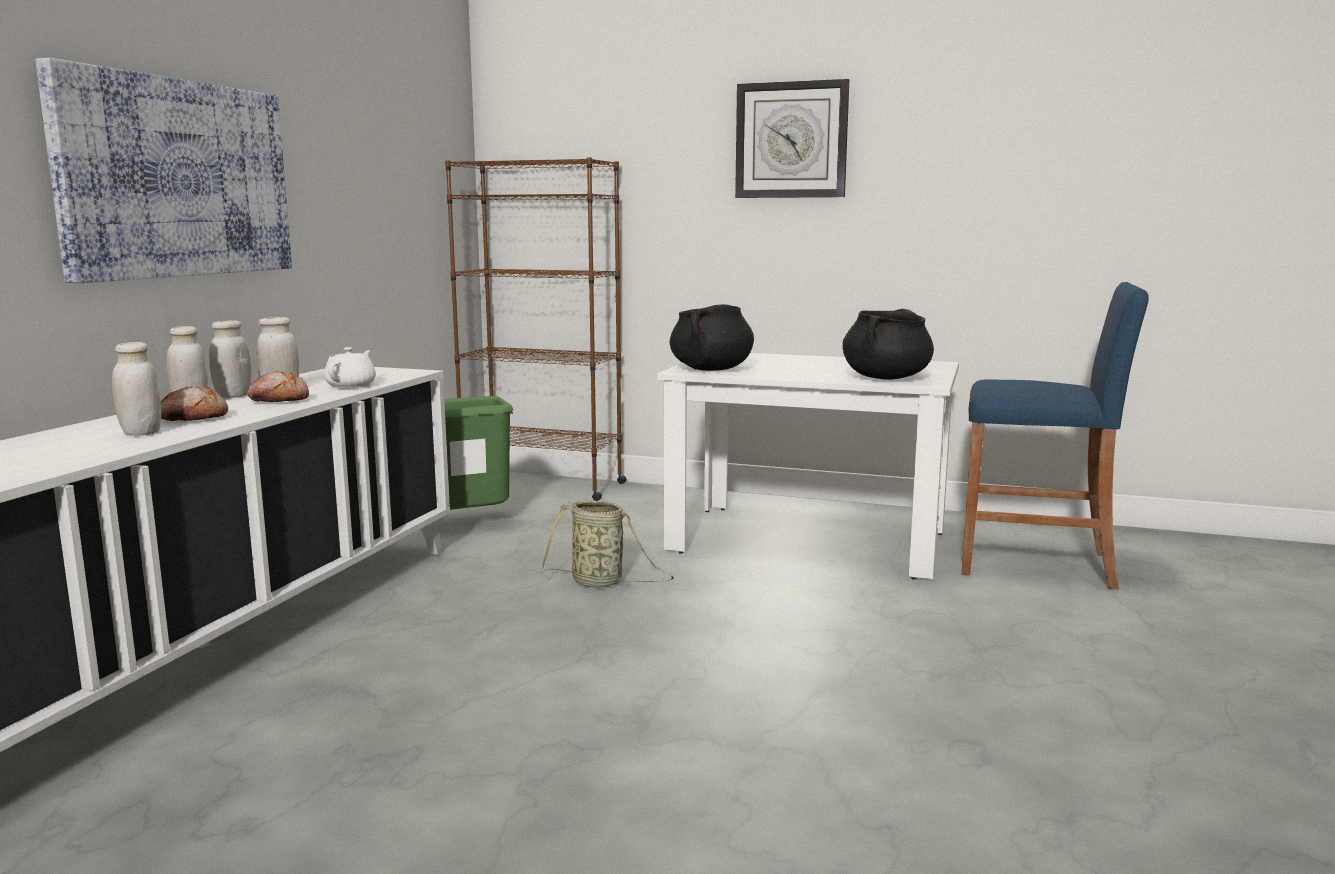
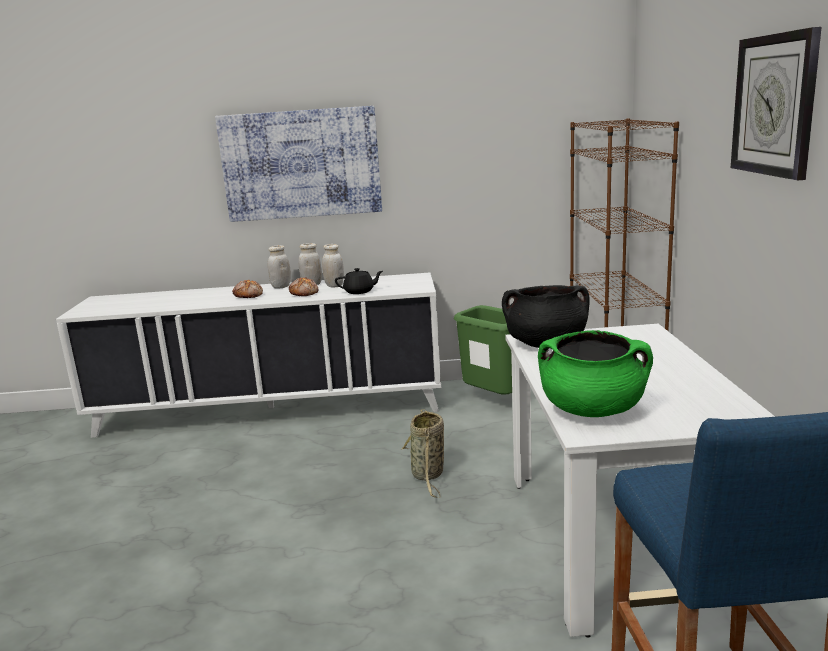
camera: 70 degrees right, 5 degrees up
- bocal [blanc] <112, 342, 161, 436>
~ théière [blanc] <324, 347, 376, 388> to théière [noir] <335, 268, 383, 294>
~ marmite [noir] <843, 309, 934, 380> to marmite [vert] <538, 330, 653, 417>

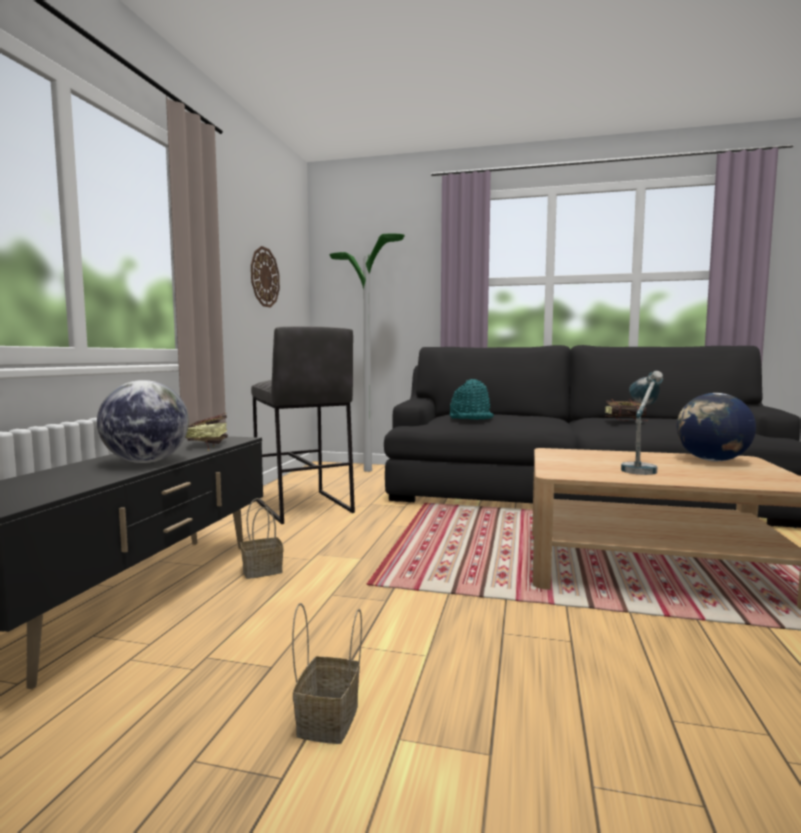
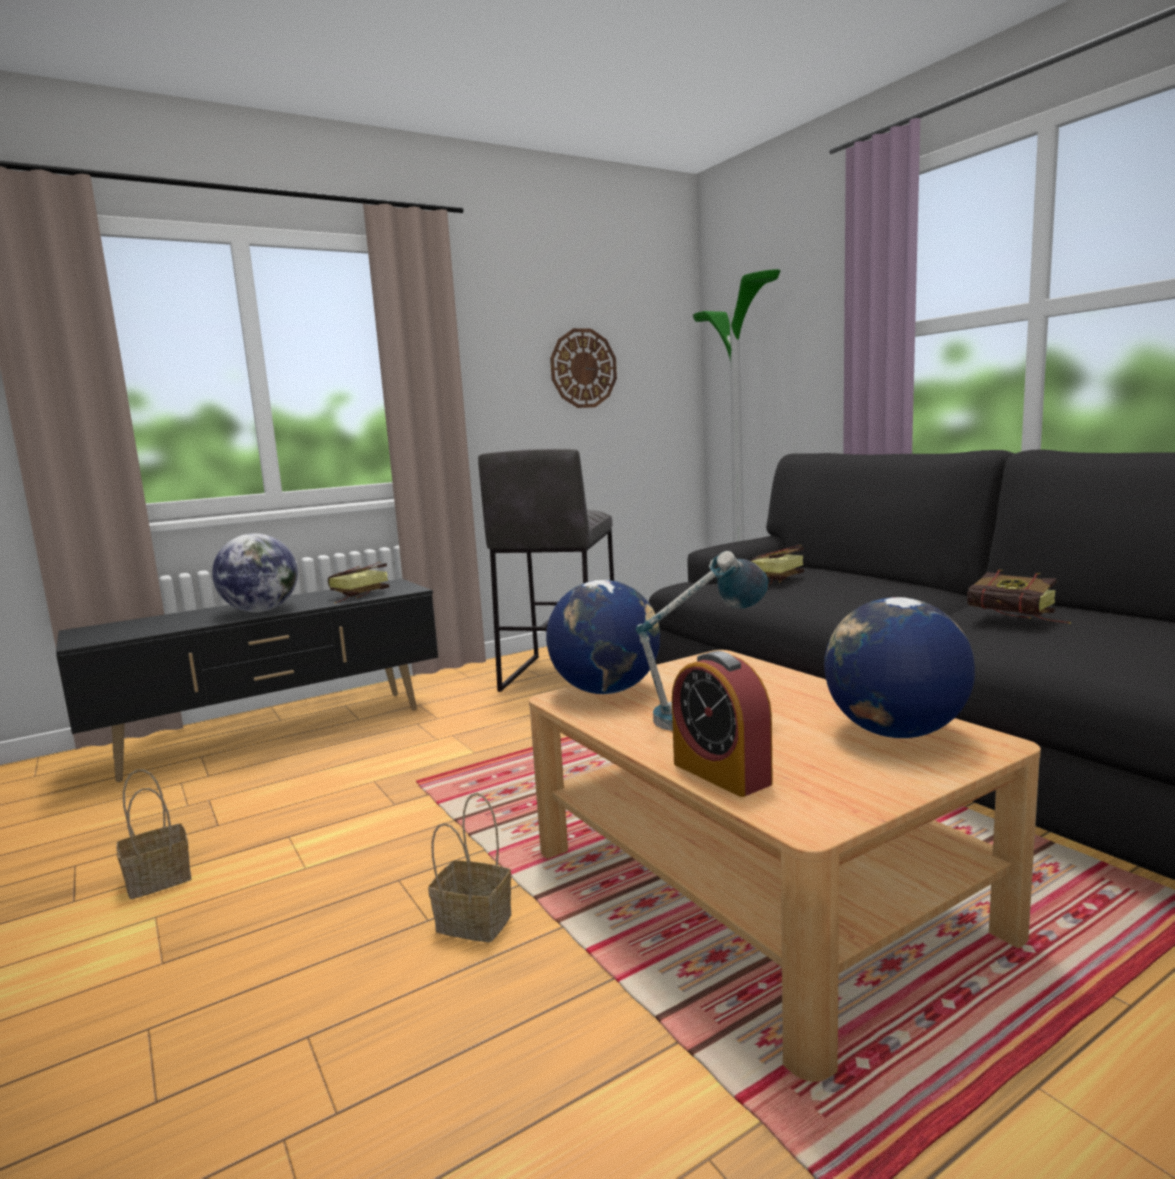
camera: 45 degrees right, 5 degrees up
+ globe <546, 580, 660, 694>
+ réveil <672, 651, 773, 797>
~ panier <241, 498, 283, 579> to <428, 793, 511, 942>
~ chapeau [turquoise] <450, 379, 494, 420> to livre <749, 545, 804, 586>

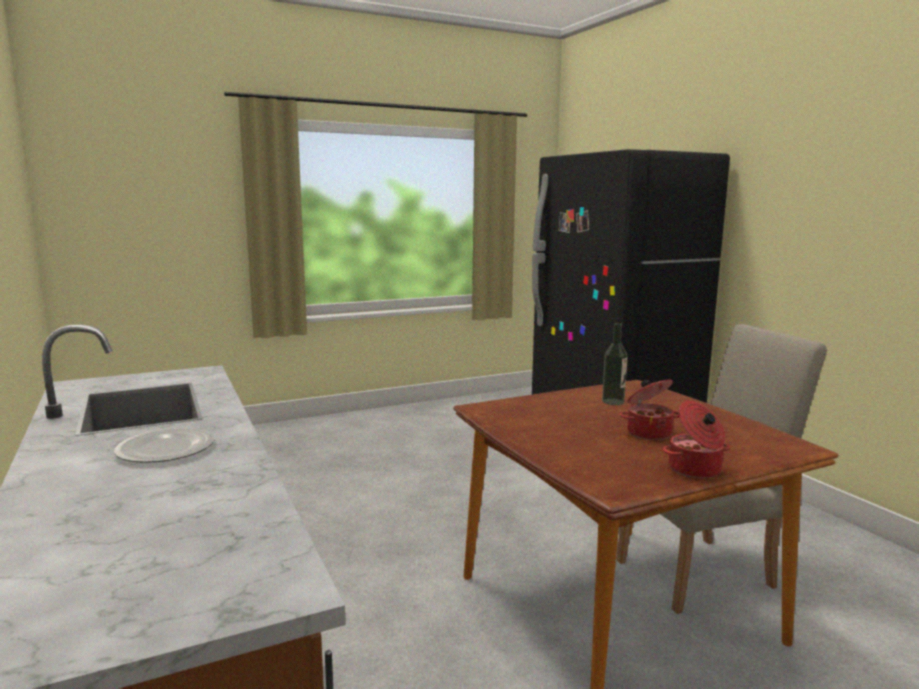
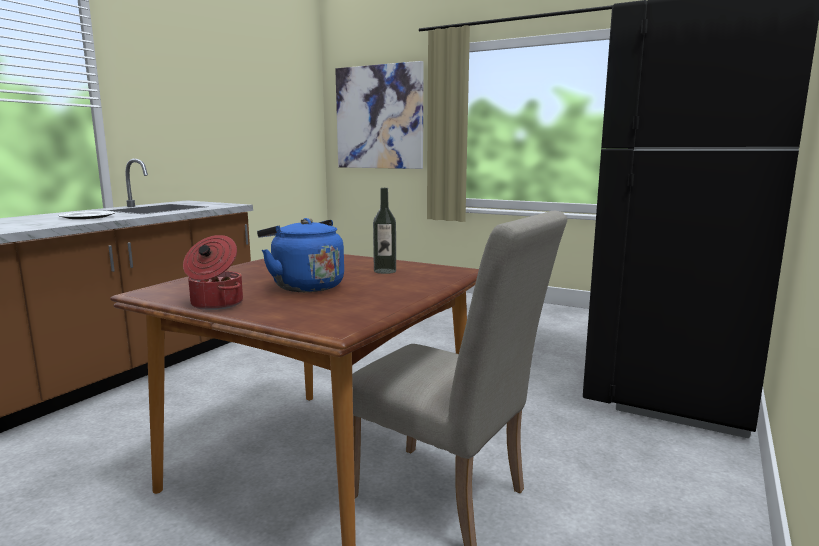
camera: 55 degrees right, 0 degrees up
+ tableau <335, 61, 424, 169>
~ marmite <620, 380, 679, 440> to bouilloire [bleu] <257, 218, 344, 292>

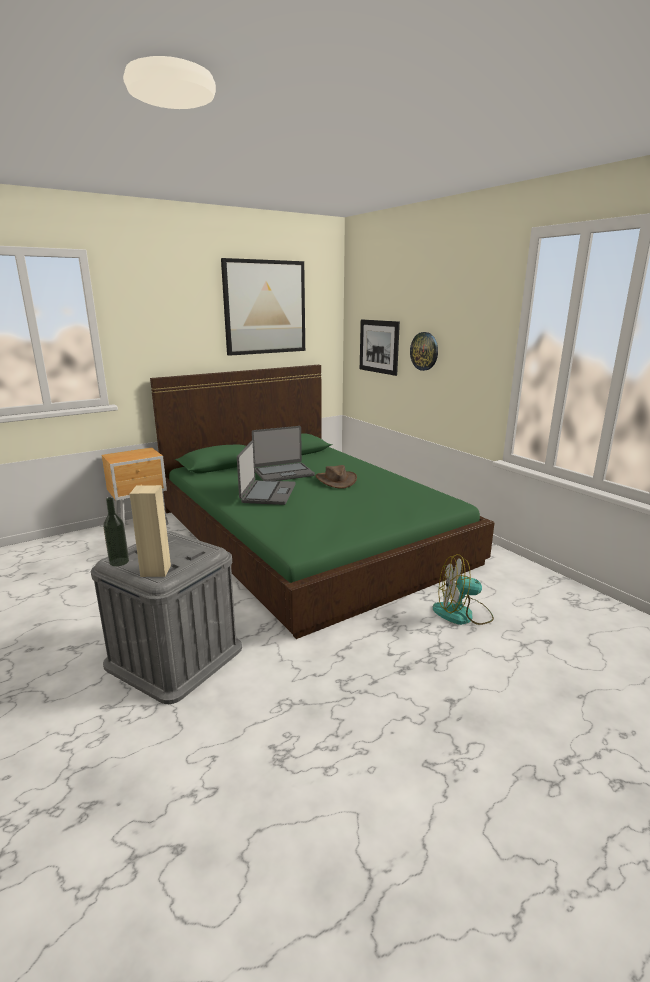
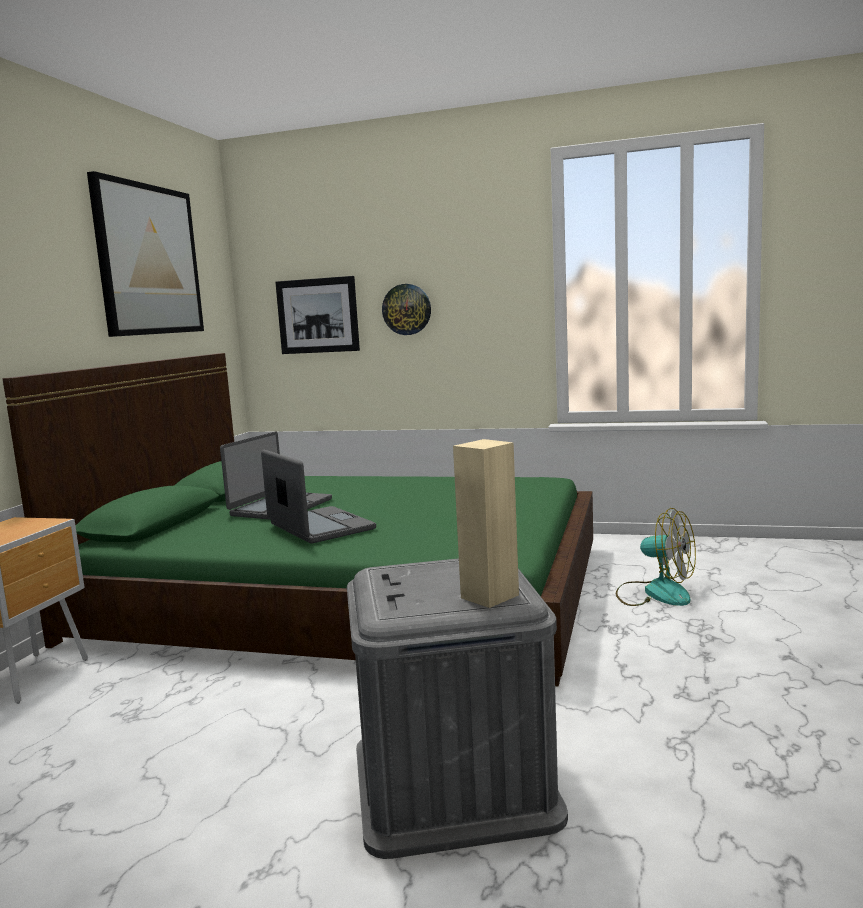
camera: 40 degrees left, 10 degrees down
- bouteille <103, 497, 129, 566>
- chapeau [marron] <316, 465, 357, 489>
~ ventilateur <433, 554, 494, 625> = <616, 508, 696, 606> 105 degrees counterclockwise

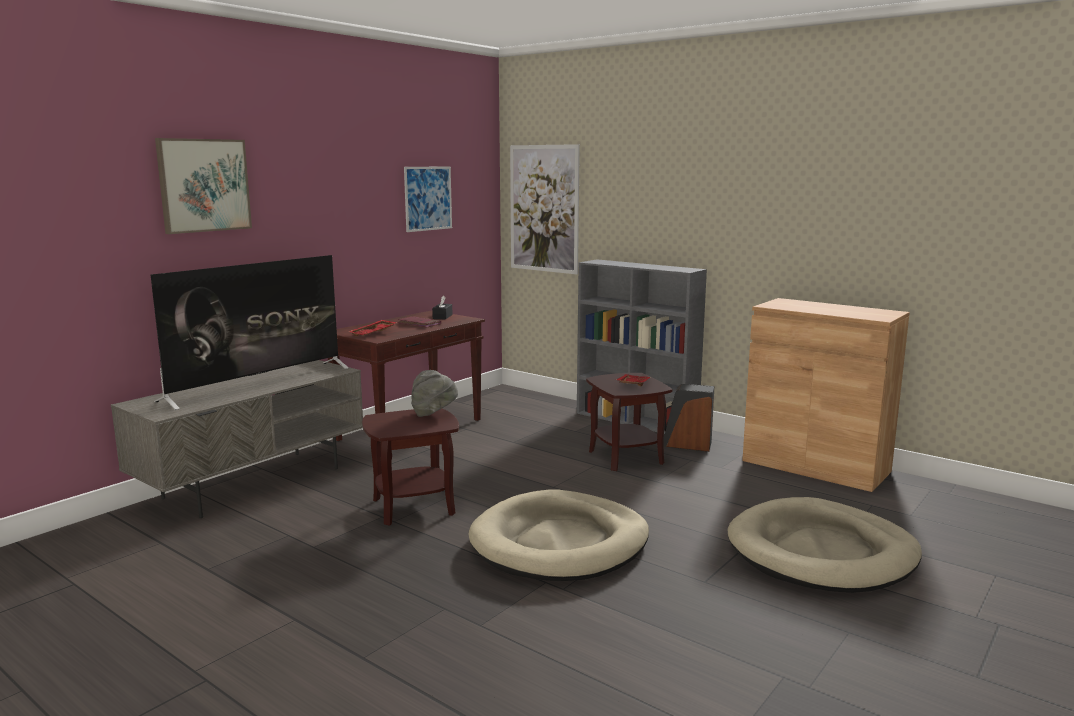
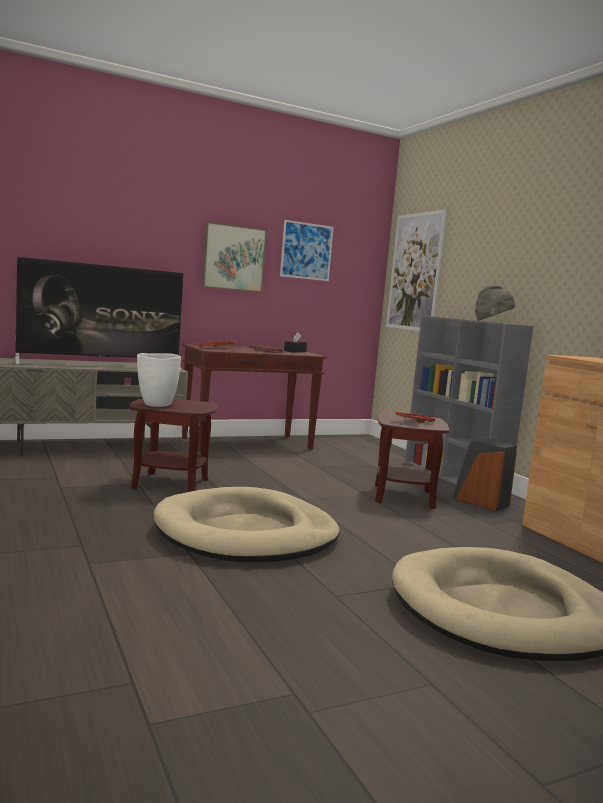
camera: 25 degrees right, 5 degrees down
+ vase [blanc] <137, 353, 181, 407>
~ tableau <155, 138, 252, 234> to <201, 221, 267, 293>
~ chapeau [gris] <411, 370, 458, 417> to <475, 285, 515, 321>

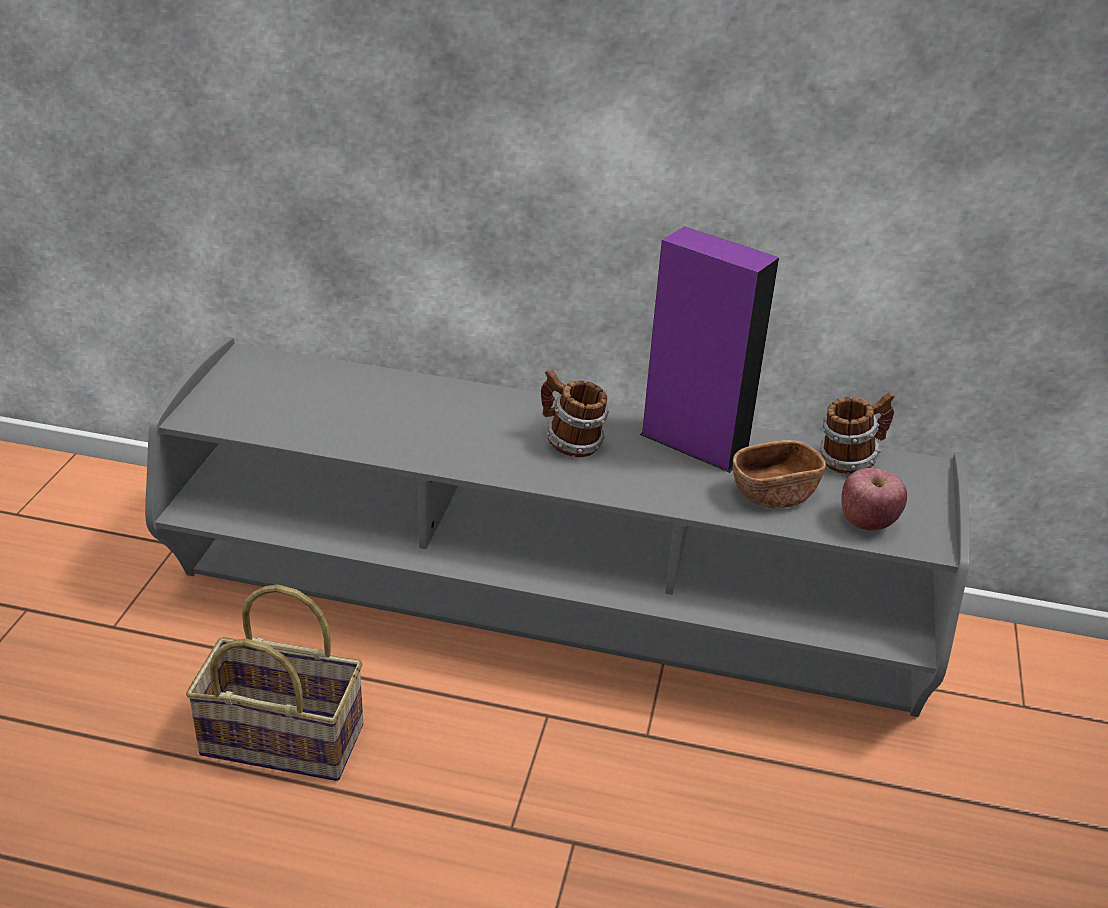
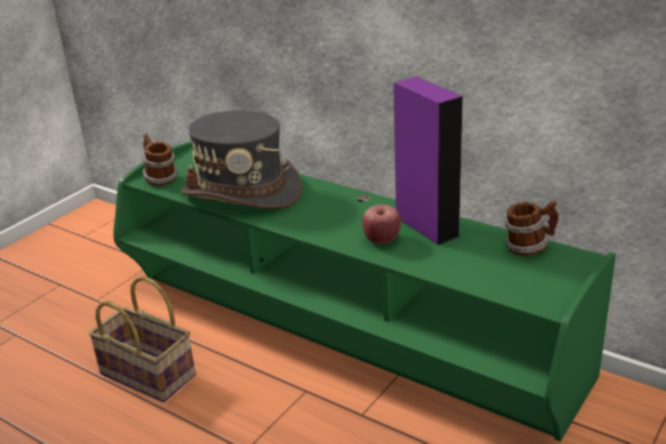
camera: 25 degrees right, 5 degrees down
- bol [marron] <733, 440, 826, 508>
+ chapeau [gris] <181, 110, 302, 209>
~ mug <541, 369, 609, 457> to <142, 134, 178, 186>
~ pomme <841, 468, 907, 531> to <362, 205, 401, 244>
~ meuble télé [gris] <145, 337, 970, 717> to meuble télé [vert] <113, 142, 616, 441>

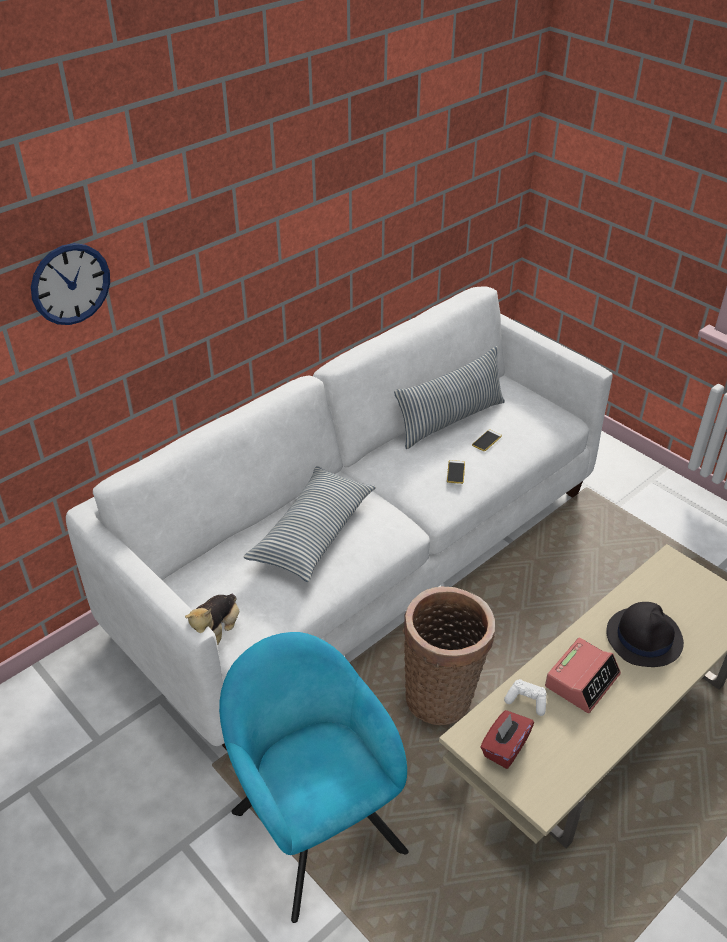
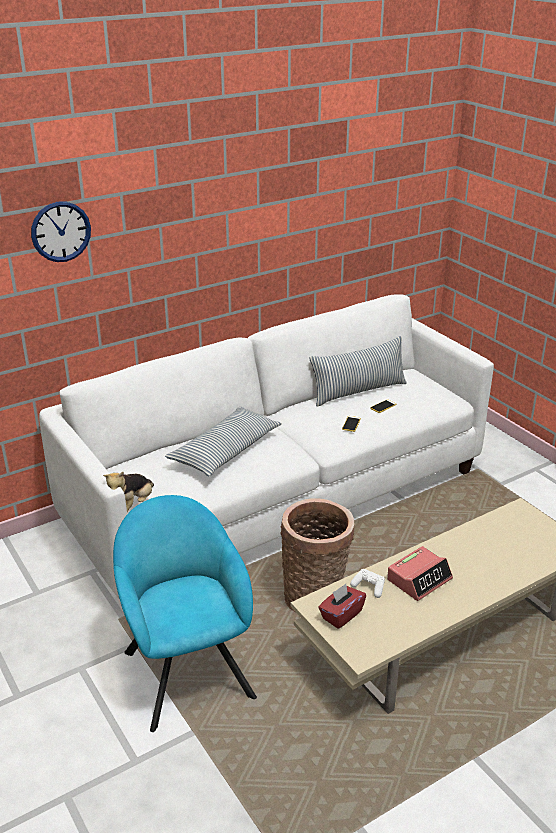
camera: 10 degrees right, 10 degrees down
- chapeau [noir] <606, 602, 684, 667>

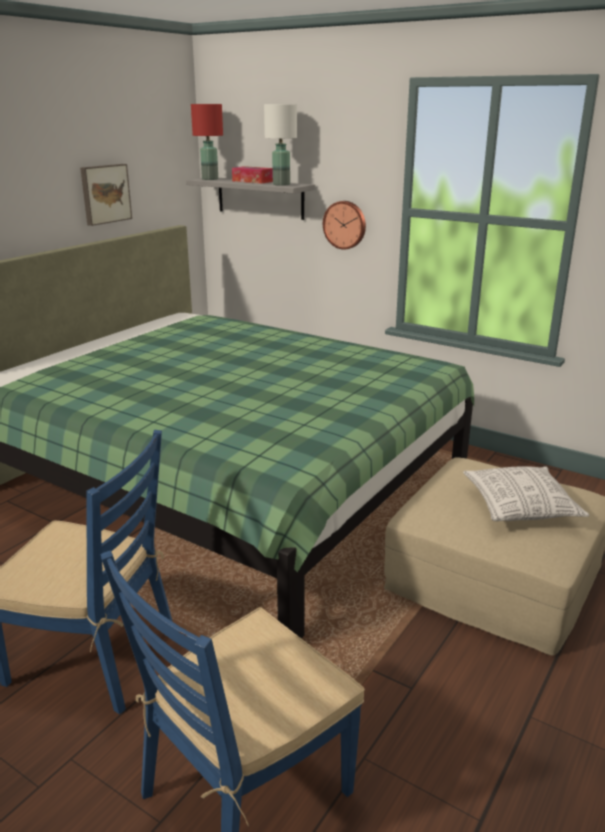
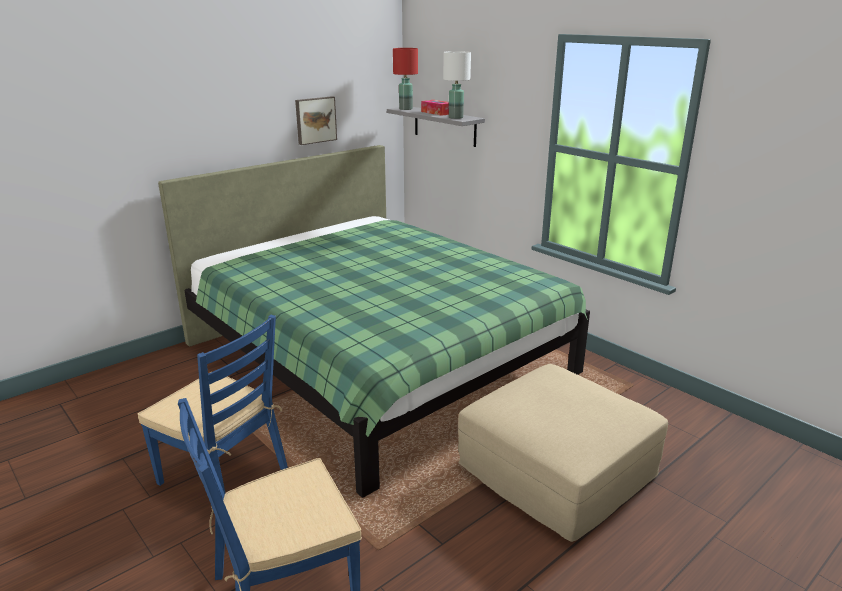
camera: 15 degrees right, 0 degrees up
- horloge murale <323, 201, 366, 250>
- coussin <463, 466, 589, 521>

